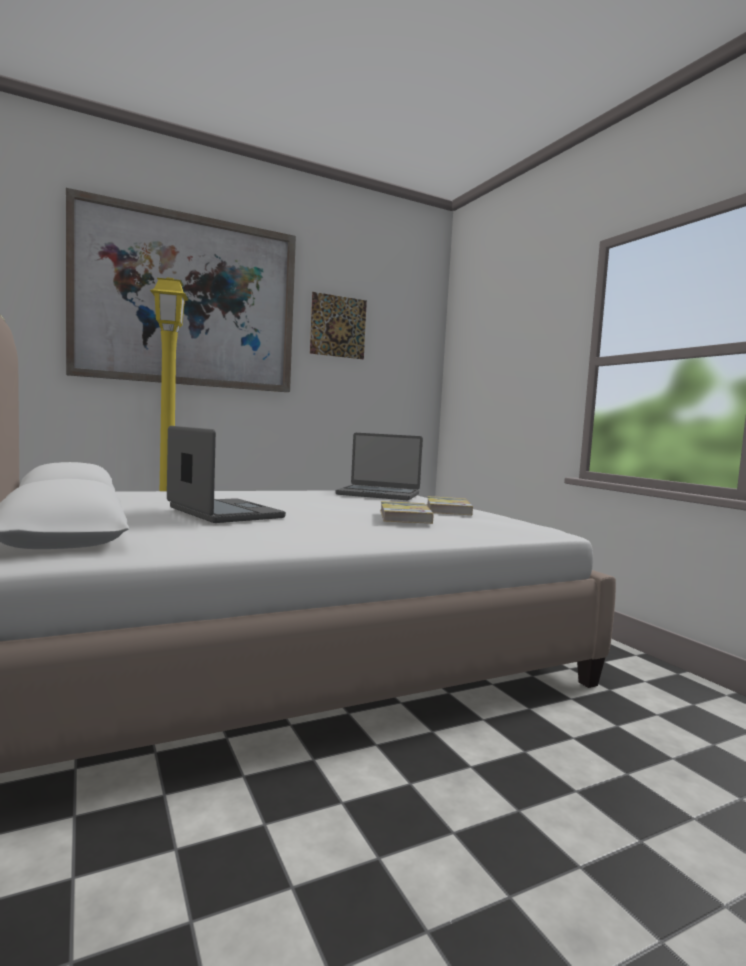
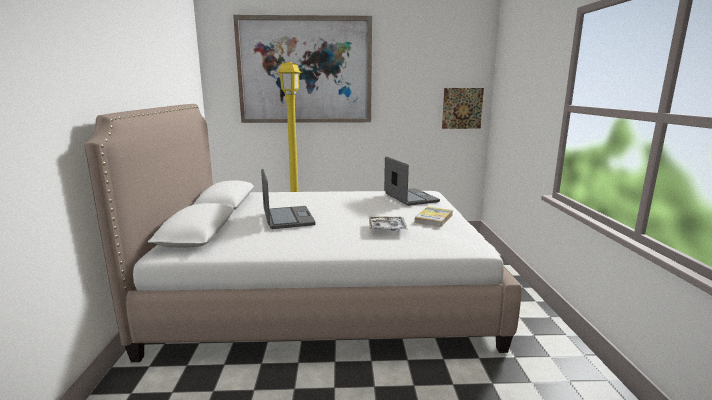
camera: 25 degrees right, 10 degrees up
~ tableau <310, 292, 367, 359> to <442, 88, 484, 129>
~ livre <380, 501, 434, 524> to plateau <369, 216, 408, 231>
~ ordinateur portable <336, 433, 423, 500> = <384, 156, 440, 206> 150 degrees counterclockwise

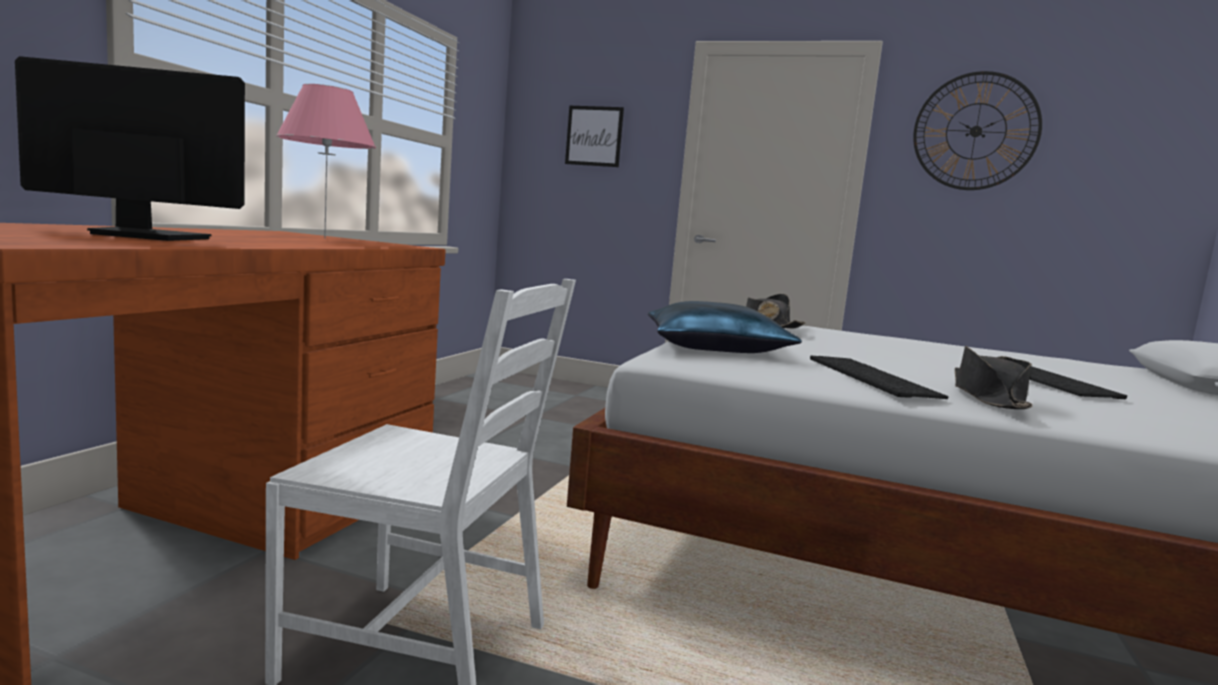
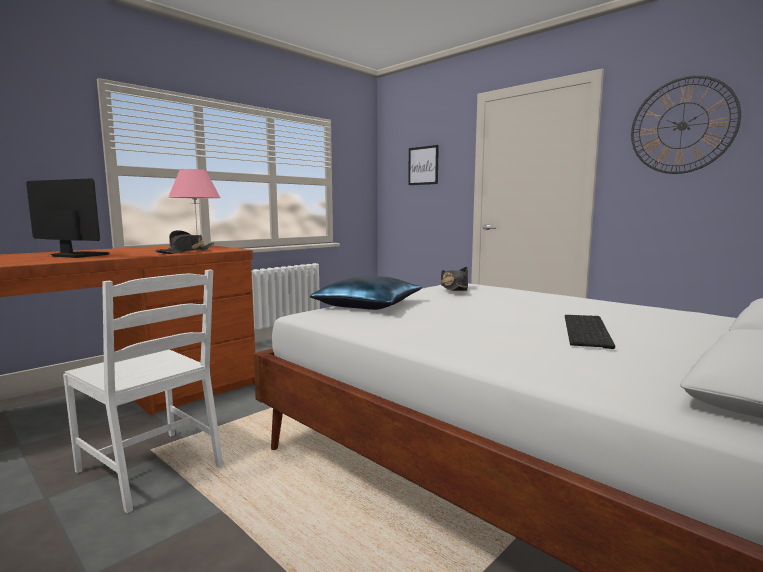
camera: 25 degrees right, 0 degrees up
- clavier <810, 355, 949, 399>
~ chapeau [noir] <955, 346, 1033, 409> to <155, 230, 214, 254>

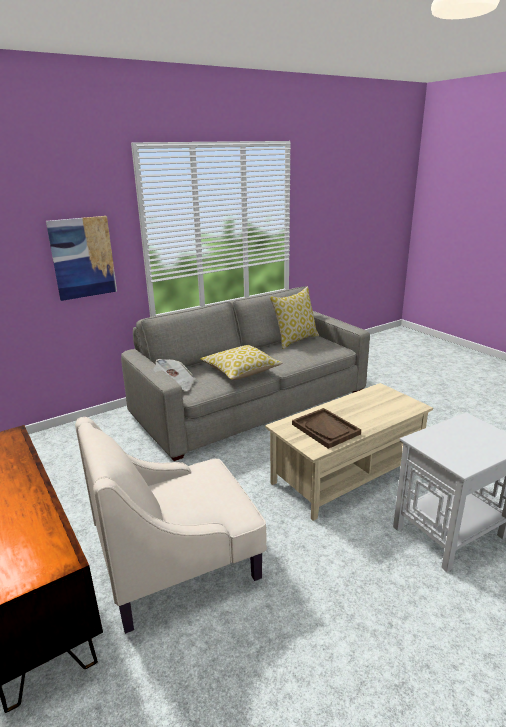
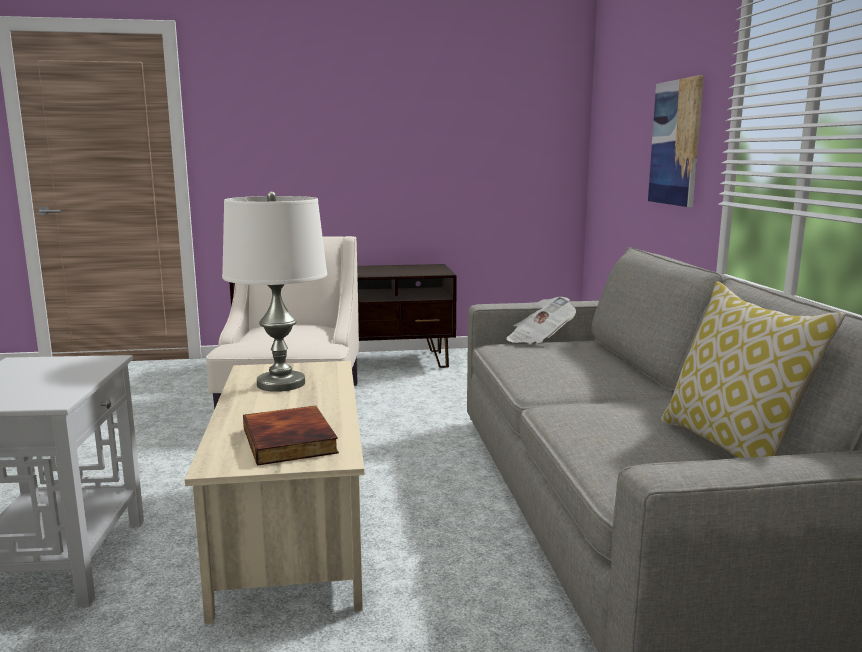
camera: 115 degrees right, 10 degrees down
- coussin <200, 345, 283, 380>
+ livre <243, 406, 339, 466>
~ plateau [marron] <292, 408, 361, 449> to lampe de table [blanc] <222, 191, 327, 392>

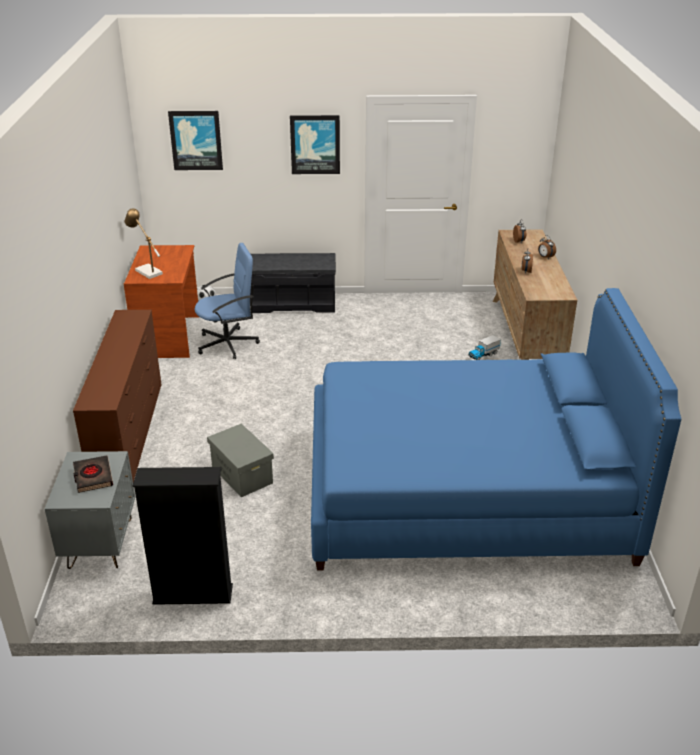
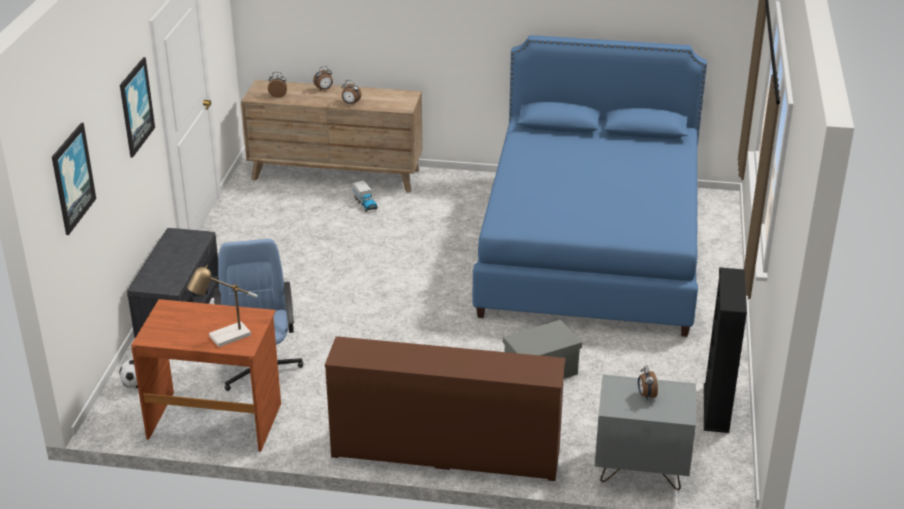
camera: 80 degrees left, 0 degrees up
~ livre [noir] <73, 455, 113, 493> to réveil <638, 365, 658, 400>

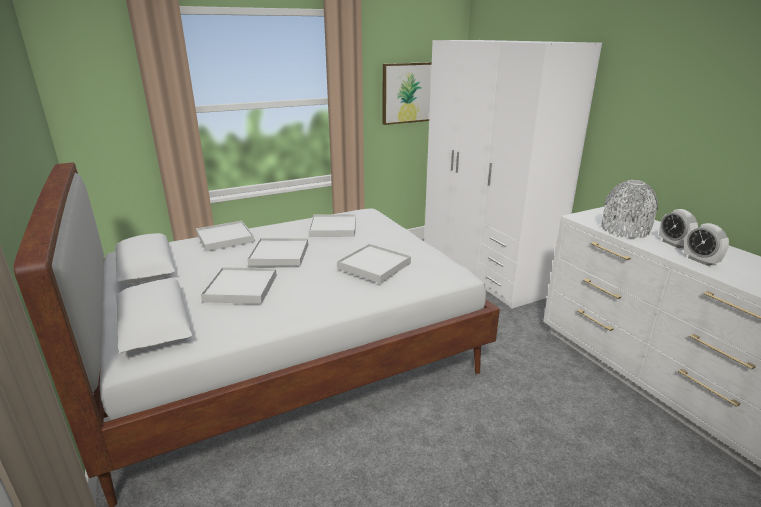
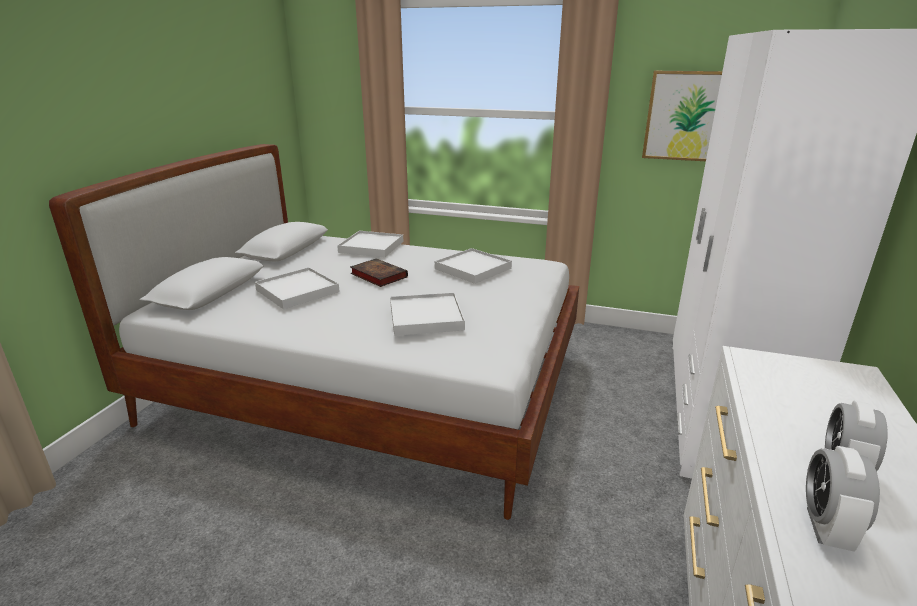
camera: 45 degrees right, 0 degrees up
- vase [gris] <601, 180, 658, 238>
~ plateau [blanc] <247, 238, 308, 266> to livre <350, 258, 408, 287>

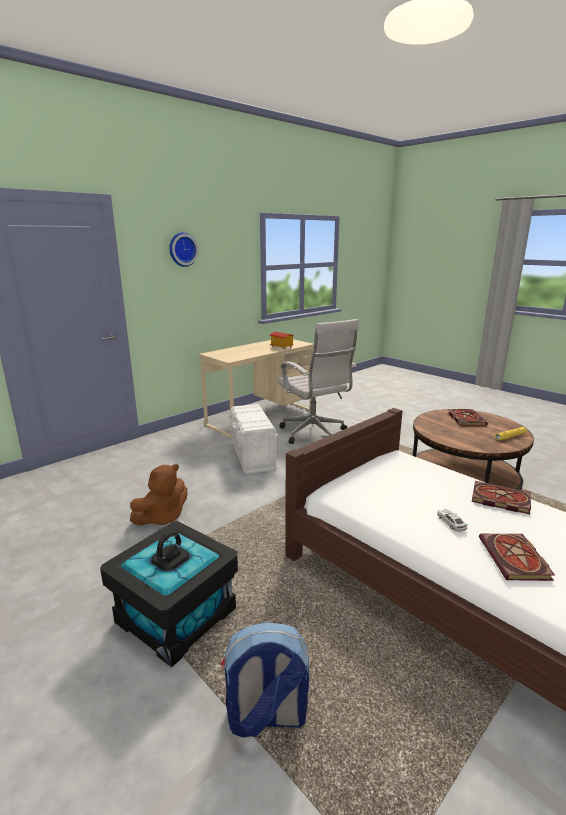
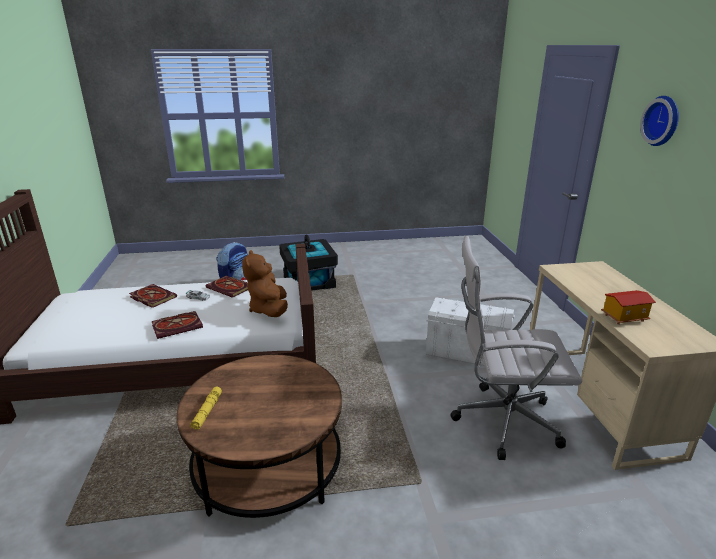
camera: 125 degrees right, 5 degrees up
~ peluche [marron] <130, 464, 187, 525> to <242, 250, 288, 317>
~ livre <448, 409, 488, 426> to <206, 276, 248, 298>

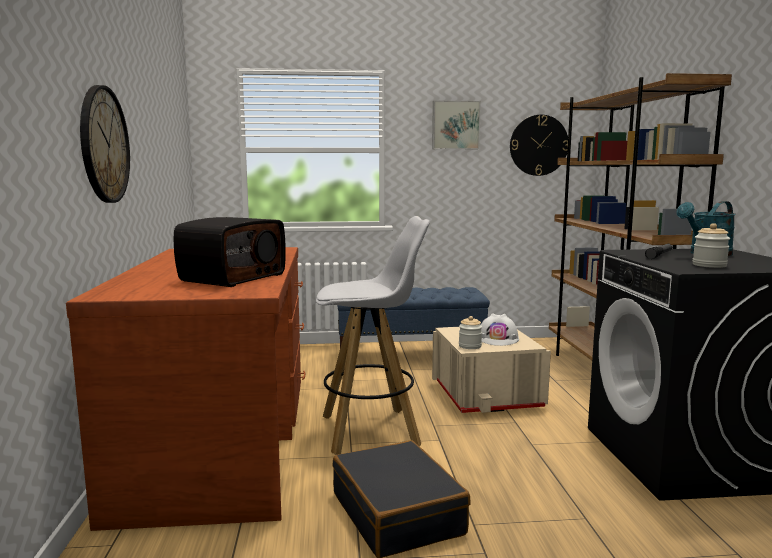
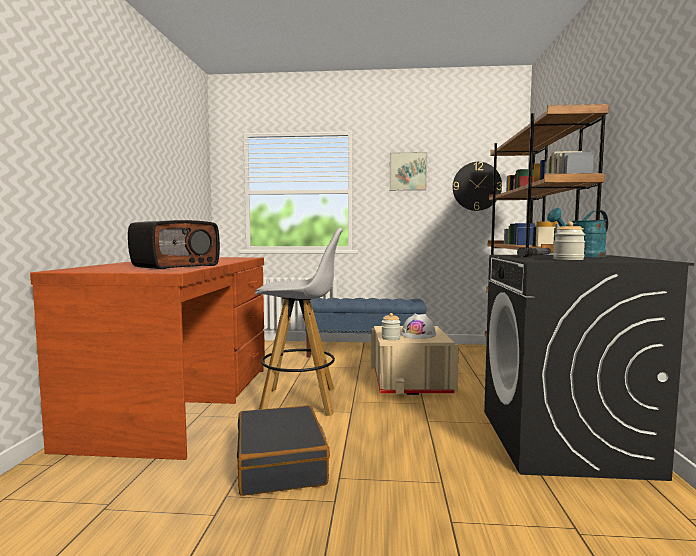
camera: 10 degrees right, 5 degrees down
- horloge murale <80, 85, 130, 203>

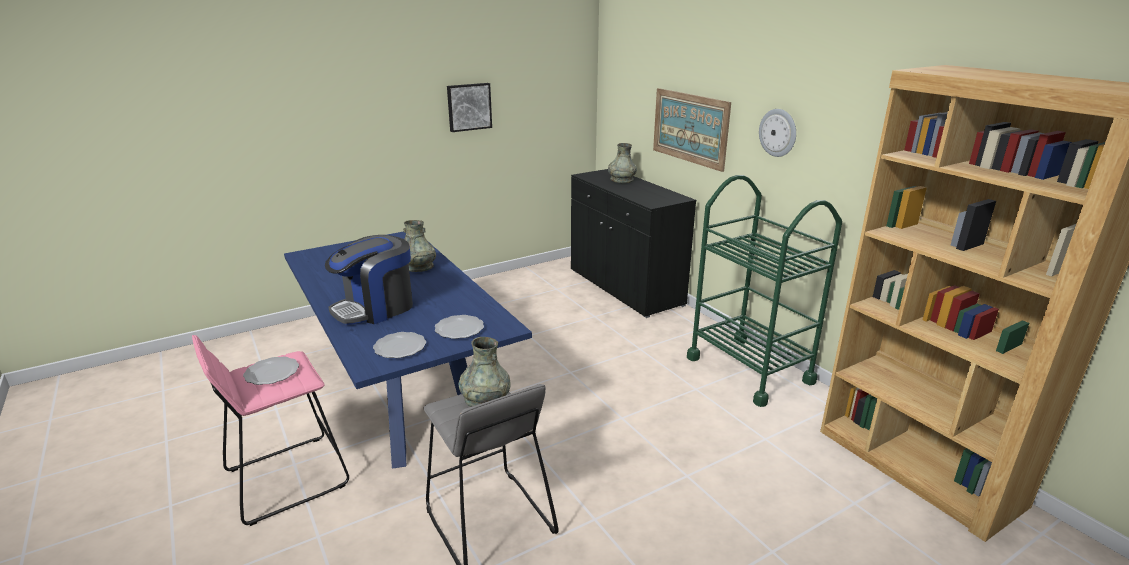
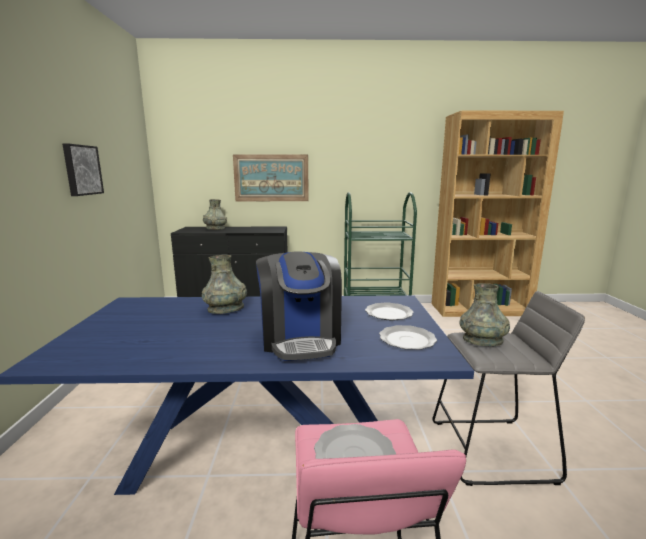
camera: 60 degrees left, 10 degrees down
- horloge murale <759, 109, 796, 157>

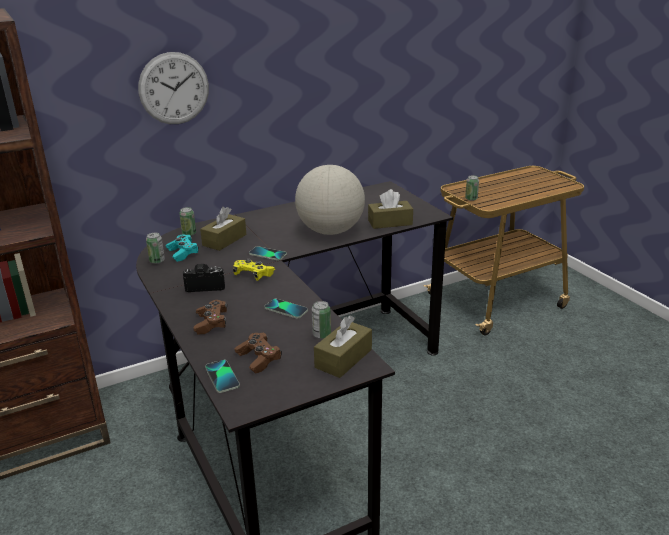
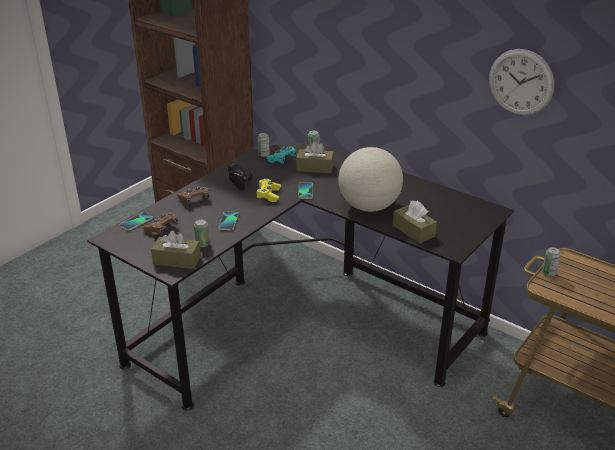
camera: 65 degrees right, 5 degrees up
~ horloge murale <138, 52, 209, 124> to <489, 49, 554, 116>

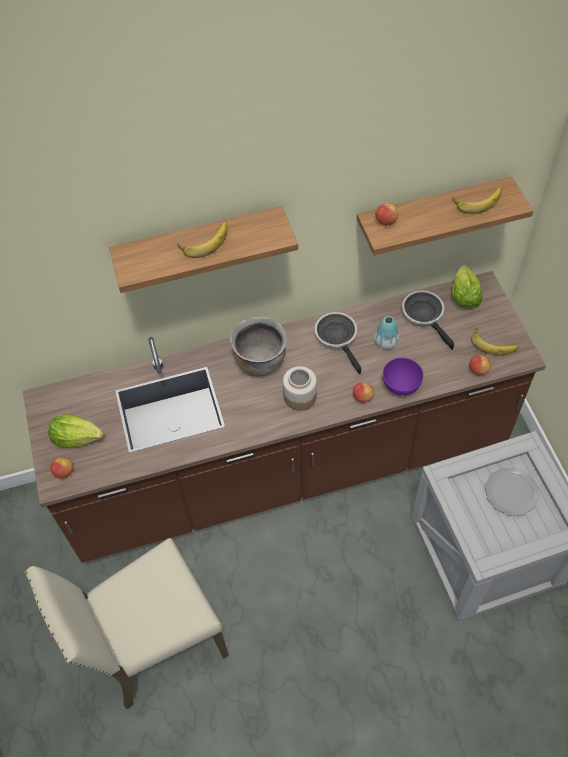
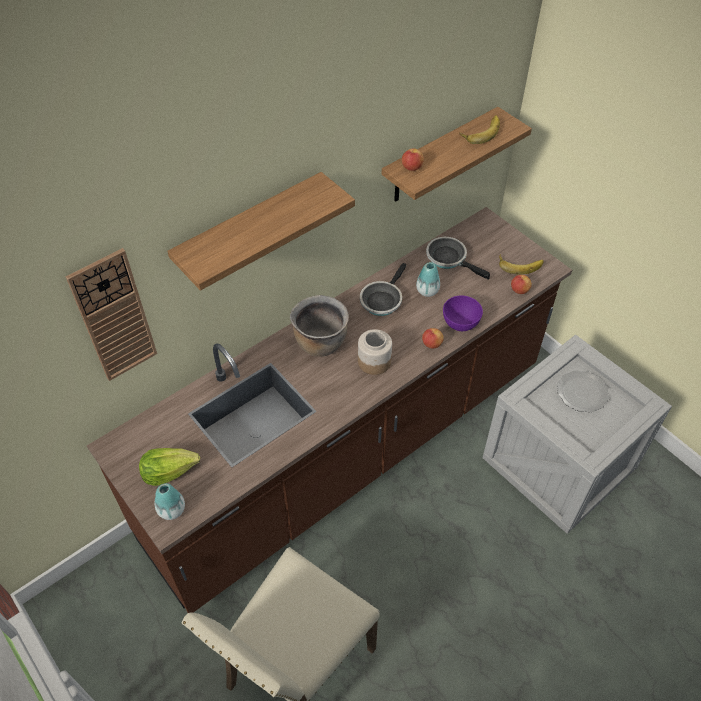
camera: 25 degrees left, 5 degrees down
- banane <177, 222, 228, 258>
- laitue <452, 265, 483, 309>
+ horloge murale <66, 248, 157, 381>
~ pomme <50, 457, 73, 479> to vase <155, 483, 185, 520>
~ poêle <315, 312, 362, 374> = <360, 263, 407, 316> 105 degrees counterclockwise

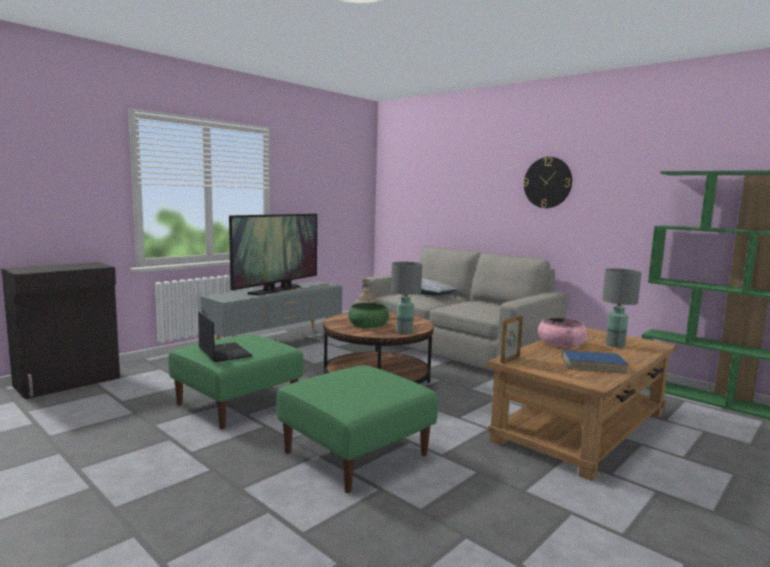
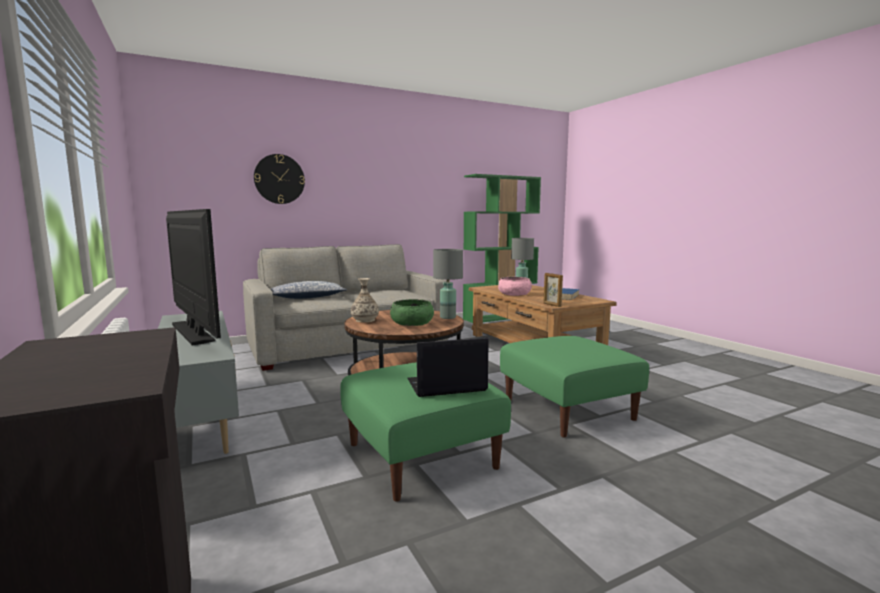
camera: 70 degrees left, 0 degrees up
~ horloge murale <523, 157, 572, 208> to <254, 154, 305, 204>

